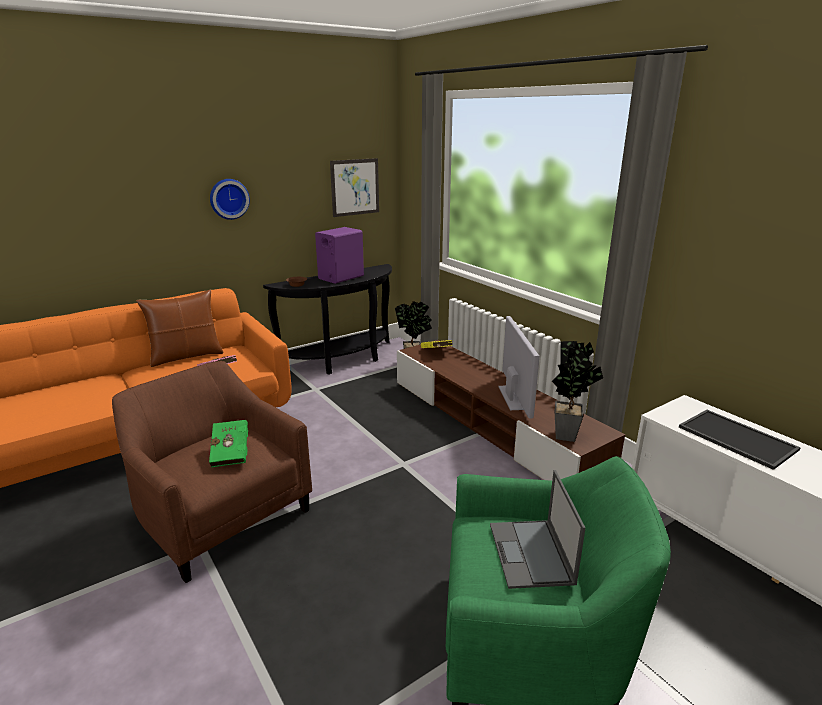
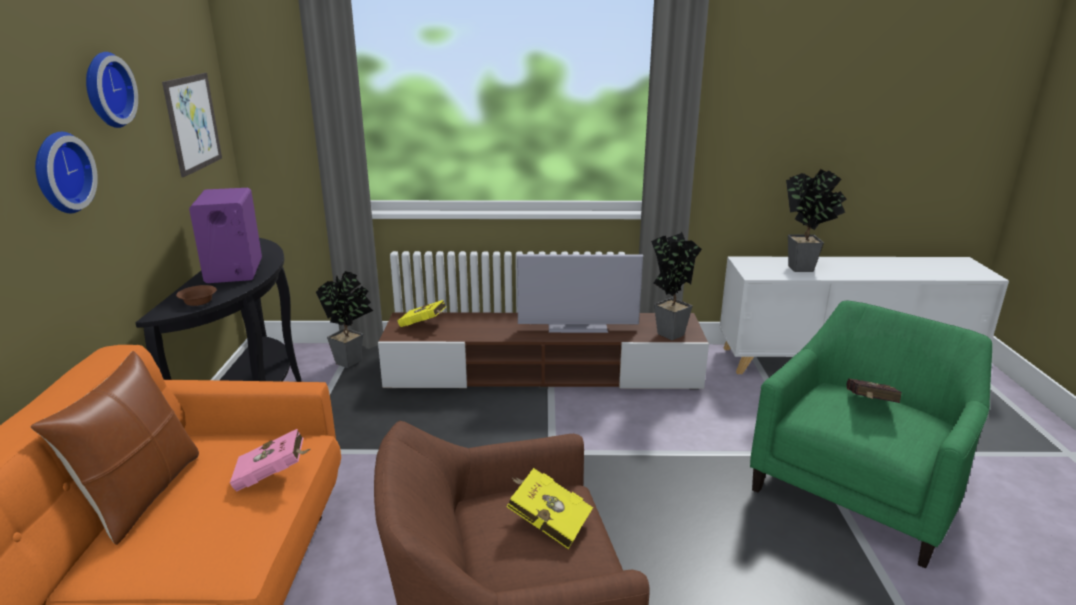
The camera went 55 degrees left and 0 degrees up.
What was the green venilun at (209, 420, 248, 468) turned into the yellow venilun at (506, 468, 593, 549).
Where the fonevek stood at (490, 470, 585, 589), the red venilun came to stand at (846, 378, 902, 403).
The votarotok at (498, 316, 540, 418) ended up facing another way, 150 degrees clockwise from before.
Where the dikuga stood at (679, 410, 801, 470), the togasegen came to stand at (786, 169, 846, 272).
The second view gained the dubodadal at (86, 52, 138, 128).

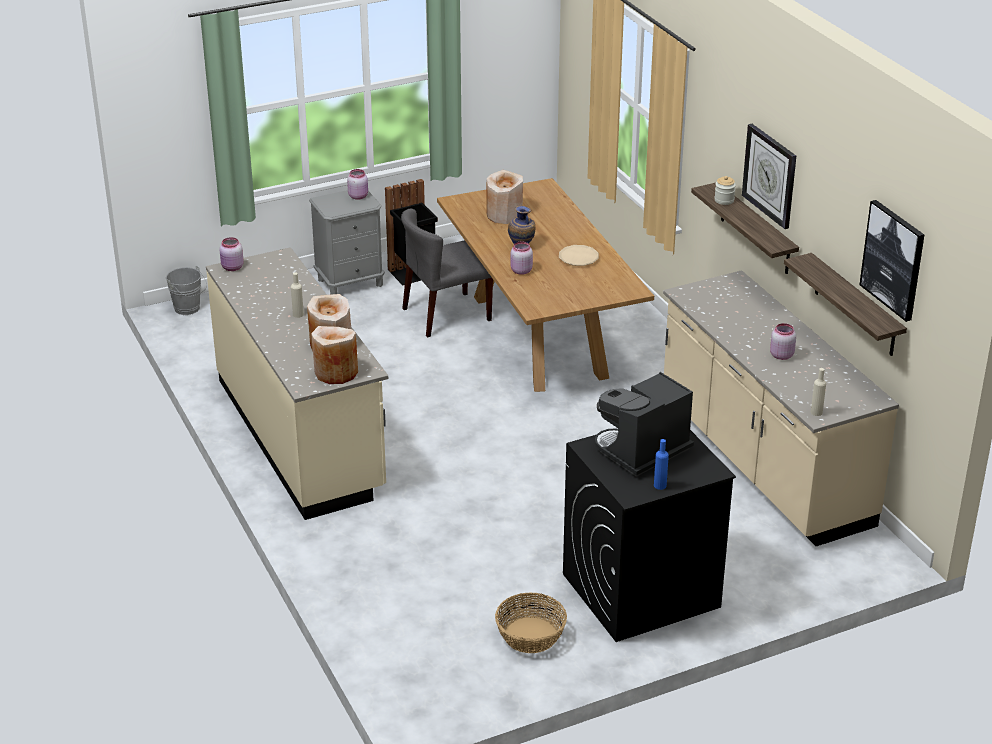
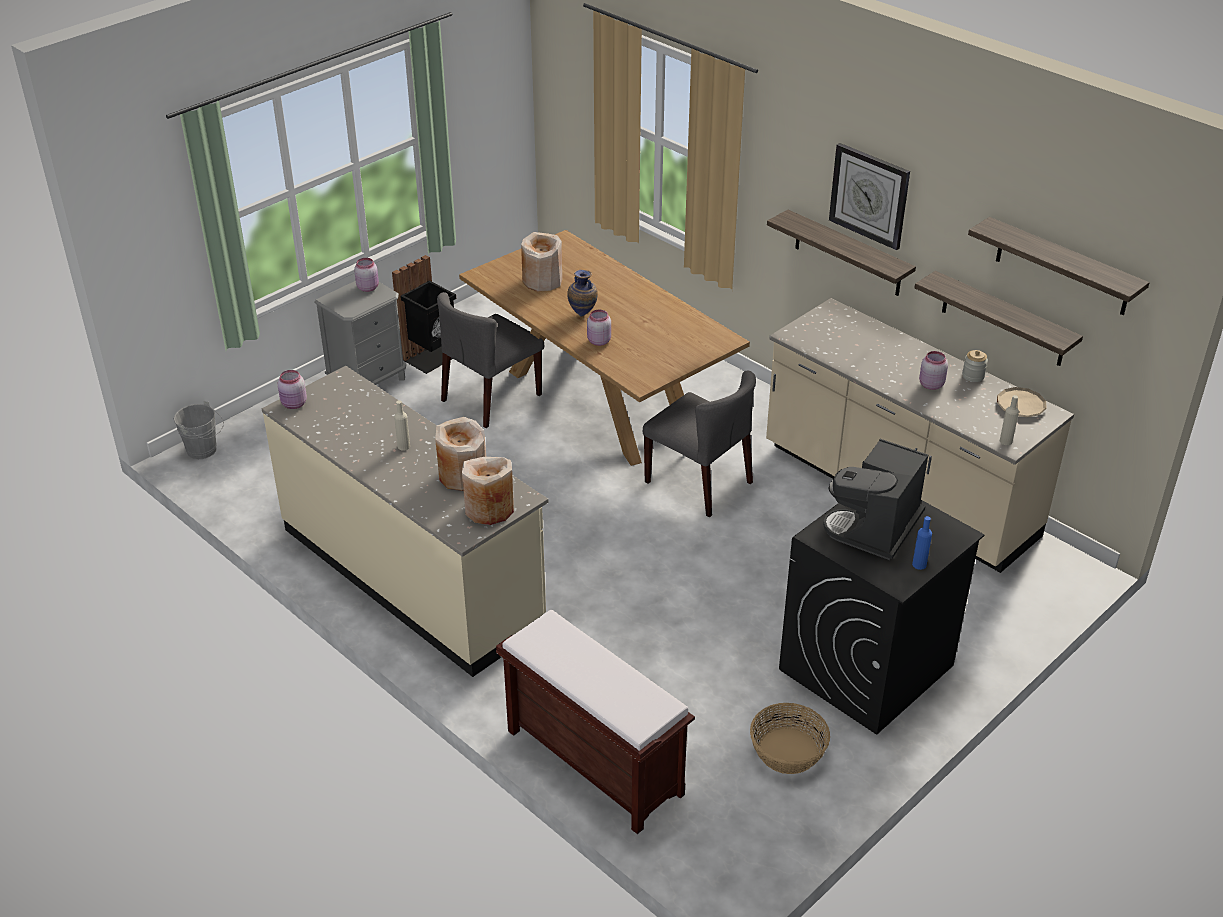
The camera went 20 degrees left and 5 degrees up.
The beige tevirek ended up elsewhere, having gone from (559, 245, 599, 266) to (997, 387, 1046, 417).
The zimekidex ended up elsewhere, having gone from (714, 176, 736, 205) to (962, 350, 988, 382).
Where the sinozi hung at (859, 200, 924, 322), the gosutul came to hang at (968, 217, 1150, 315).
The second view gained the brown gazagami at (496, 610, 695, 834).
The second view gained the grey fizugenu at (643, 371, 756, 518).

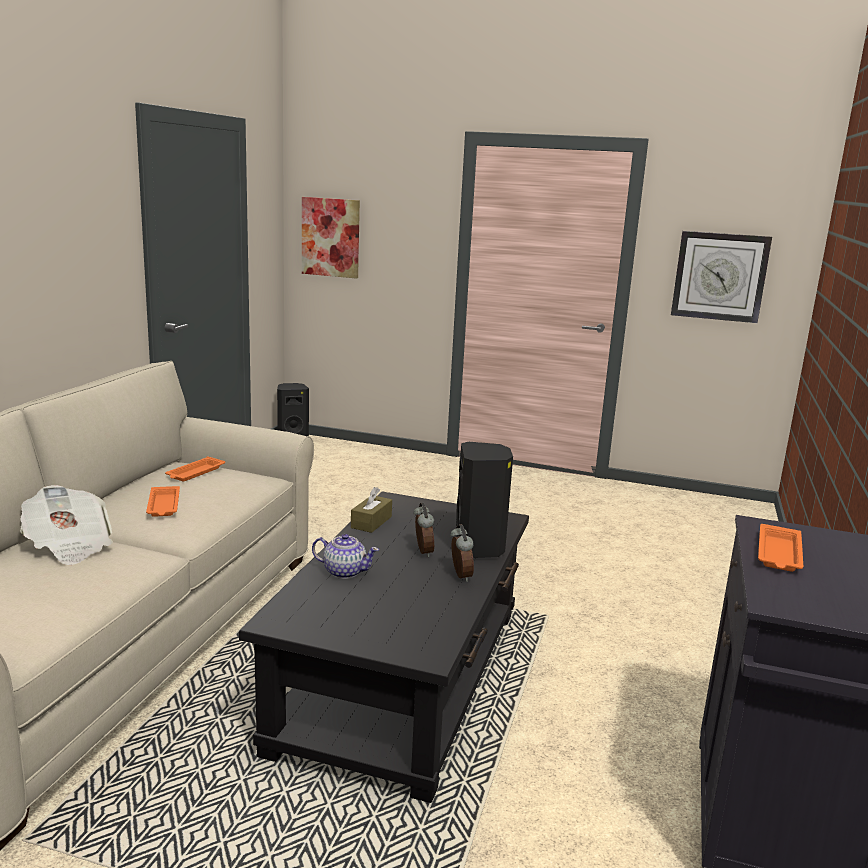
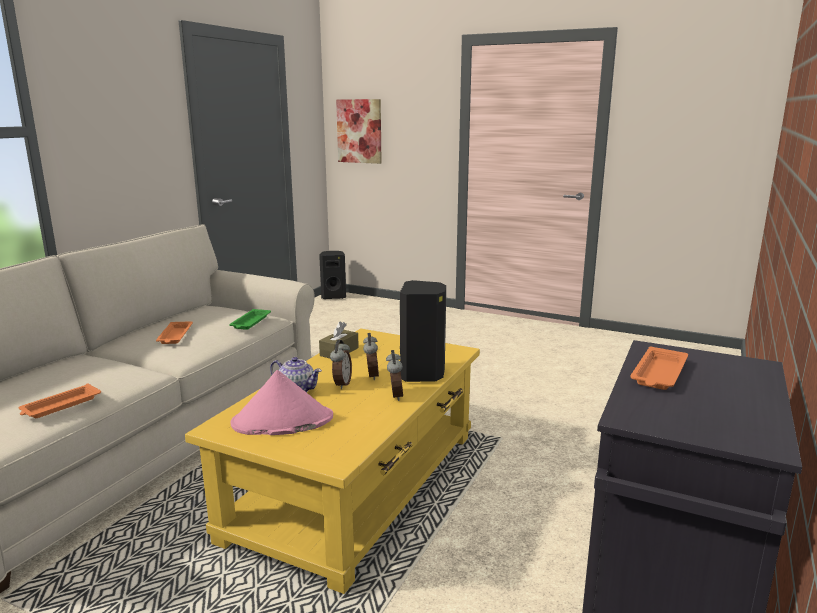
The camera went 10 degrees right and 0 degrees up.
The second view lost the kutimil at (20, 485, 113, 565).
The orange dikuga ended up elsewhere, having gone from (165, 456, 225, 481) to (19, 384, 101, 418).
What was the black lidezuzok at (239, 491, 529, 803) turned into the yellow lidezuzok at (185, 328, 480, 594).
The second view lost the dubodadal at (671, 231, 772, 323).
The second view gained the green dikuga at (229, 309, 271, 330).
The second view gained the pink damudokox at (231, 370, 333, 435).
The second view gained the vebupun at (330, 340, 352, 389).

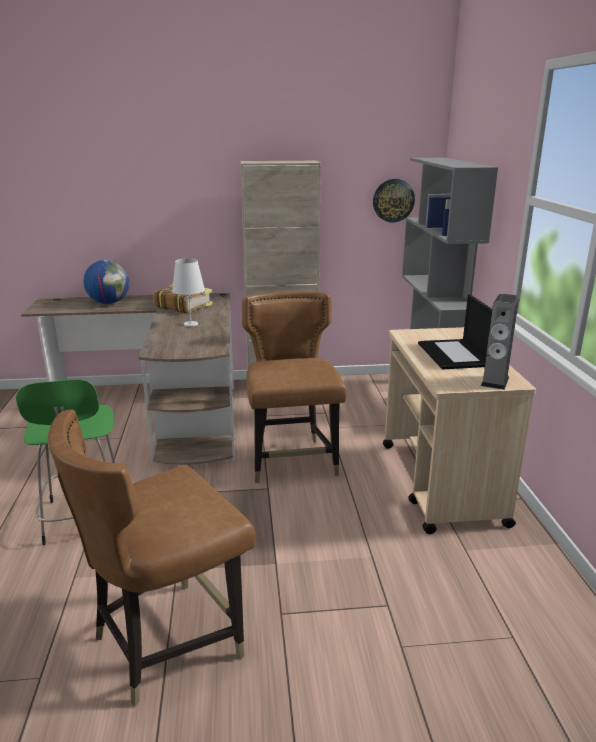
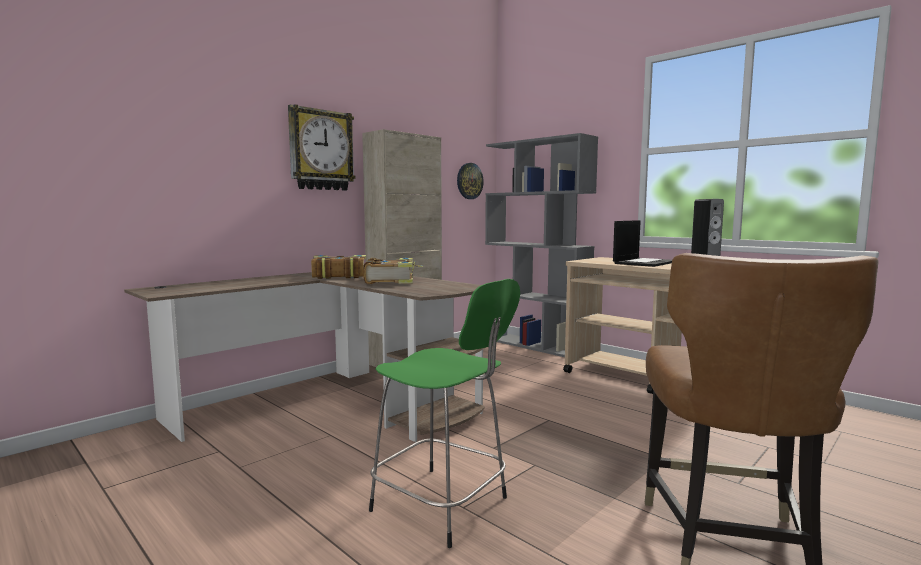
The camera went 40 degrees left and 15 degrees down.
The second view lost the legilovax at (84, 260, 129, 304).
Where the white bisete stood at (172, 258, 205, 327), the venilun came to stand at (363, 258, 423, 284).
The second view lost the brown fizugenu at (242, 291, 346, 483).
The fonevek at (418, 294, 492, 370) ended up facing another way, 90 degrees counterclockwise from before.
The second view gained the dubodadal at (288, 104, 356, 191).

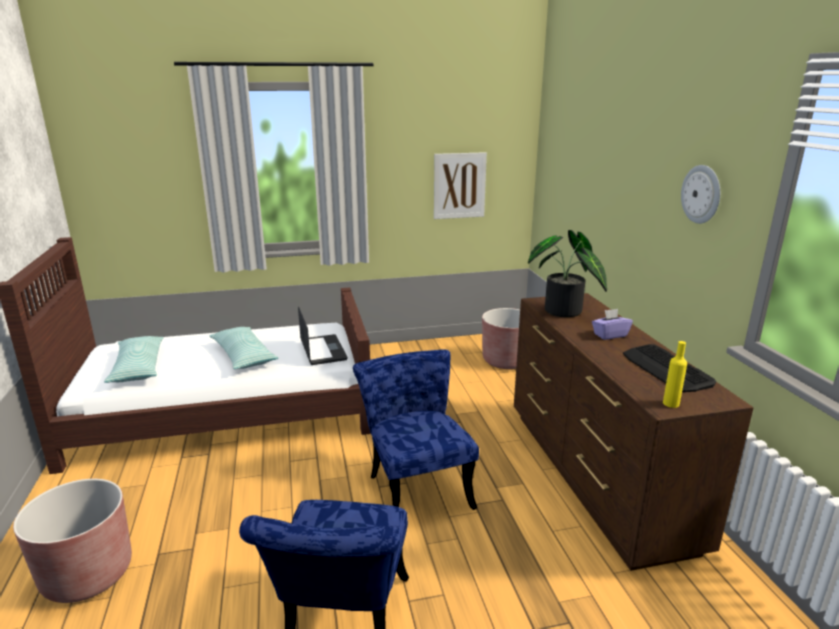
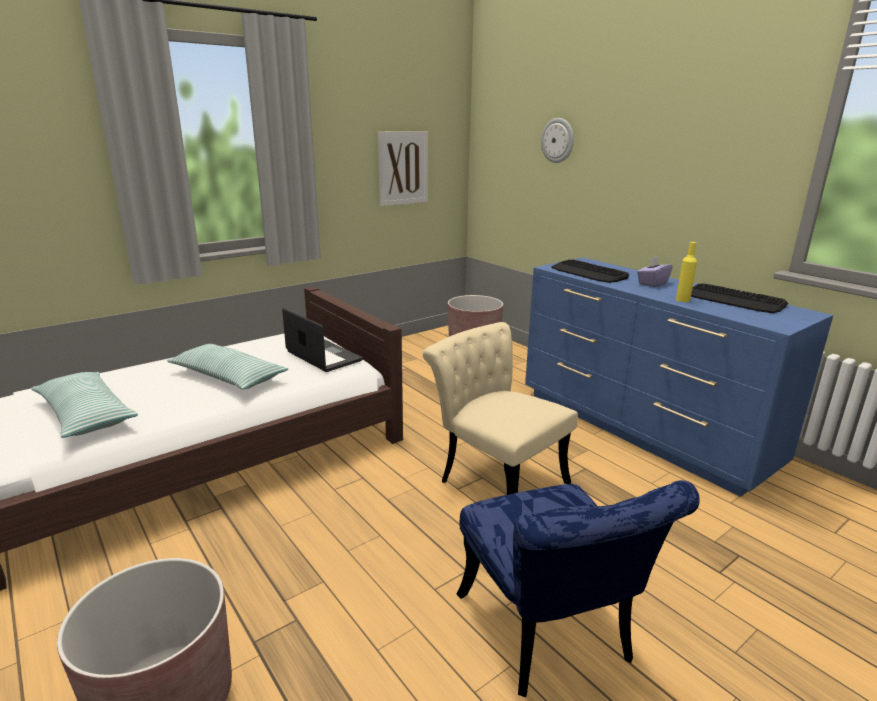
The camera went 25 degrees left and 0 degrees up.
What was the blue fizugenu at (353, 349, 479, 510) turned into the beige fizugenu at (423, 322, 578, 495).
What was the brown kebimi at (514, 293, 754, 571) turned into the blue kebimi at (525, 258, 833, 497).
Where the togasegen stood at (528, 230, 607, 317), the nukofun came to stand at (551, 260, 629, 283).
The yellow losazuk ended up elsewhere, having gone from (663, 341, 687, 408) to (676, 242, 697, 302).
The dubodadal ended up elsewhere, having gone from (681, 165, 720, 224) to (541, 118, 574, 163).

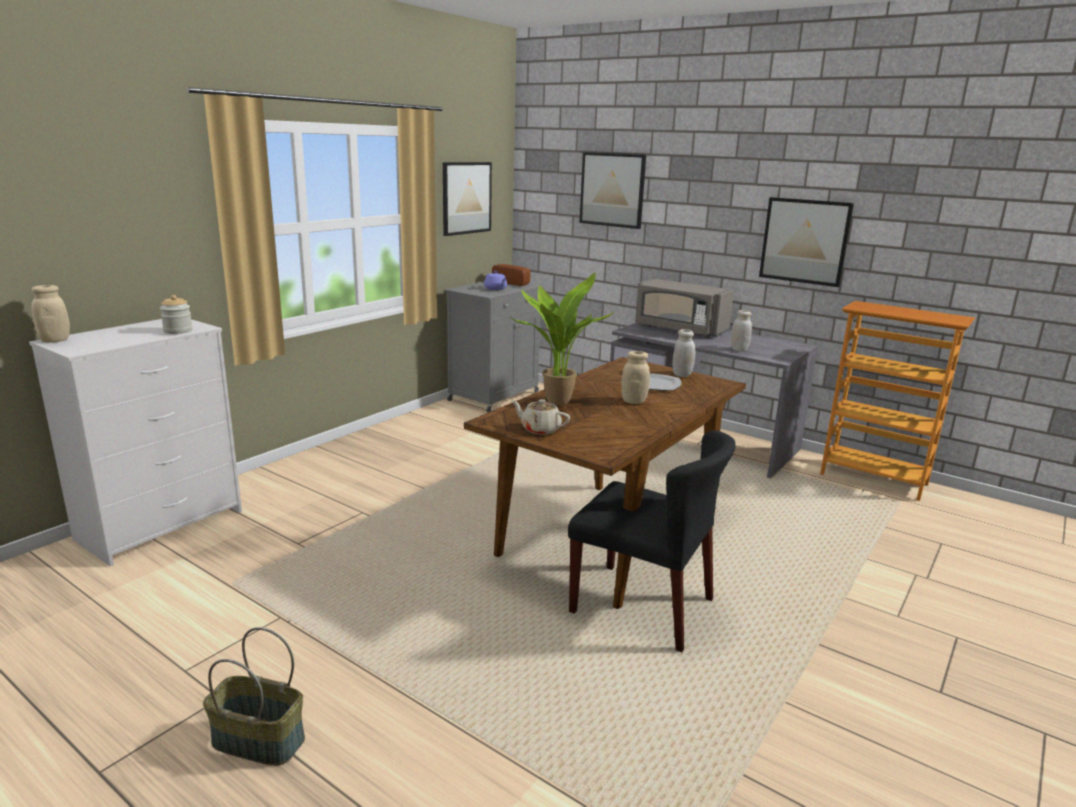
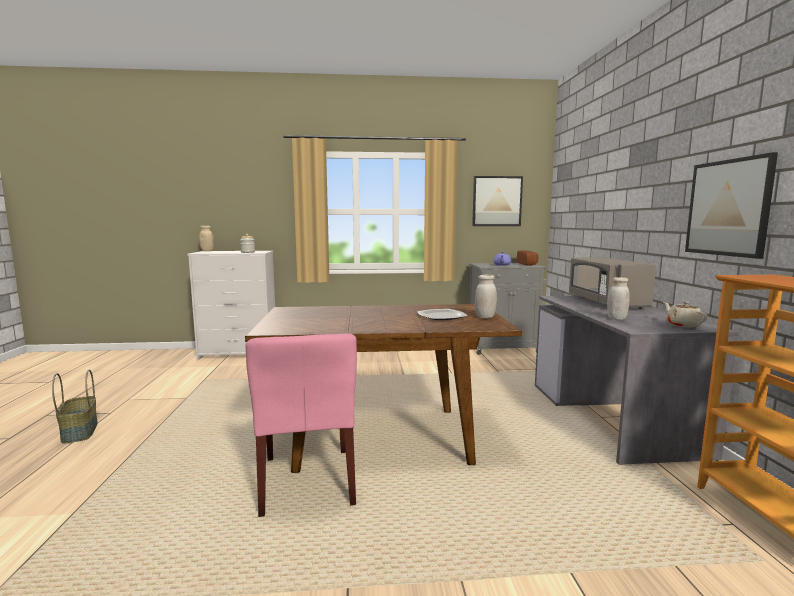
The camera went 50 degrees right and 10 degrees down.
The second view lost the togasegen at (512, 273, 614, 405).
The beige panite ended up elsewhere, having gone from (512, 399, 570, 435) to (663, 301, 708, 328).
What was the black fizugenu at (568, 430, 736, 652) turned into the pink fizugenu at (245, 333, 357, 517).
The second view lost the sinozi at (579, 152, 646, 229).
The second view lost the beige zimekidex at (621, 351, 650, 404).

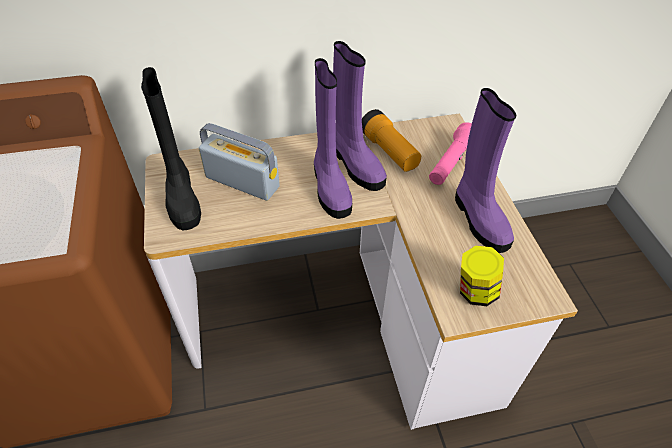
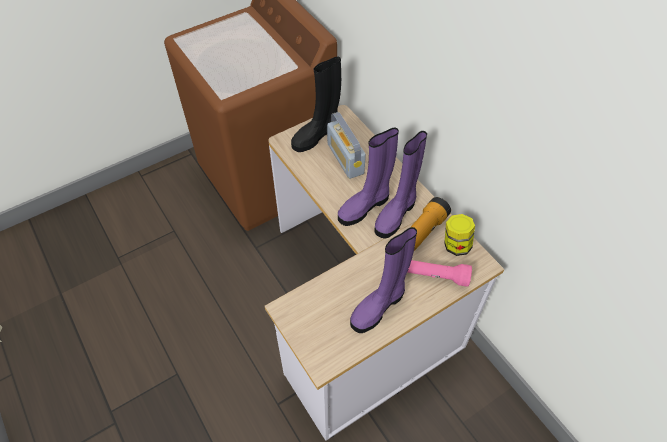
The camera went 70 degrees right and 5 degrees up.
The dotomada at (199, 123, 280, 201) ended up facing another way, 150 degrees clockwise from before.
The zimekidex ended up elsewhere, having gone from (460, 246, 504, 306) to (444, 214, 475, 256).

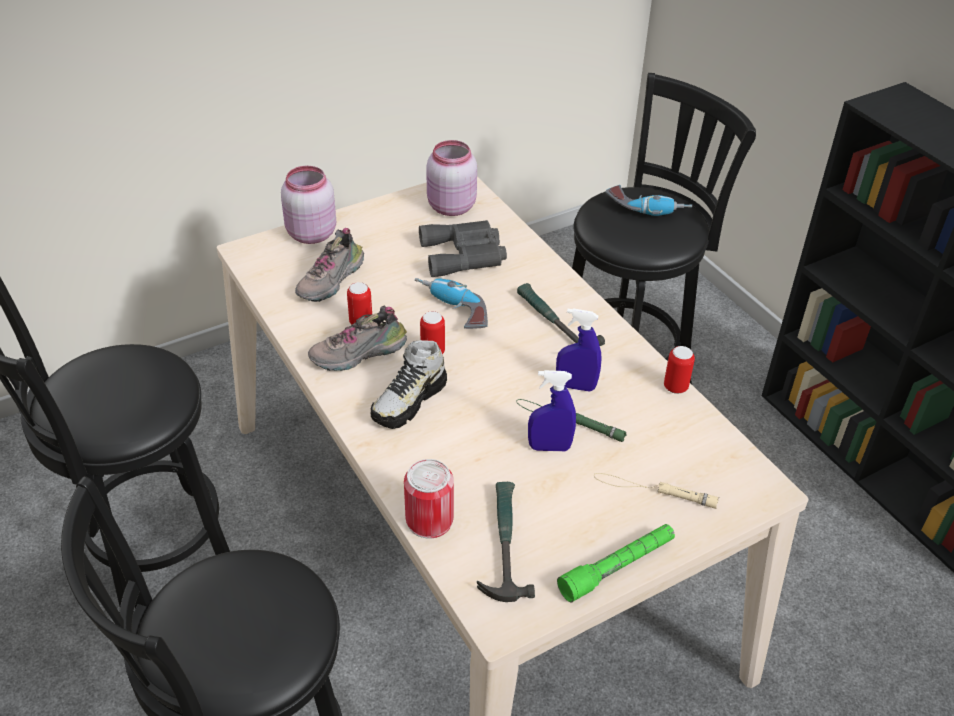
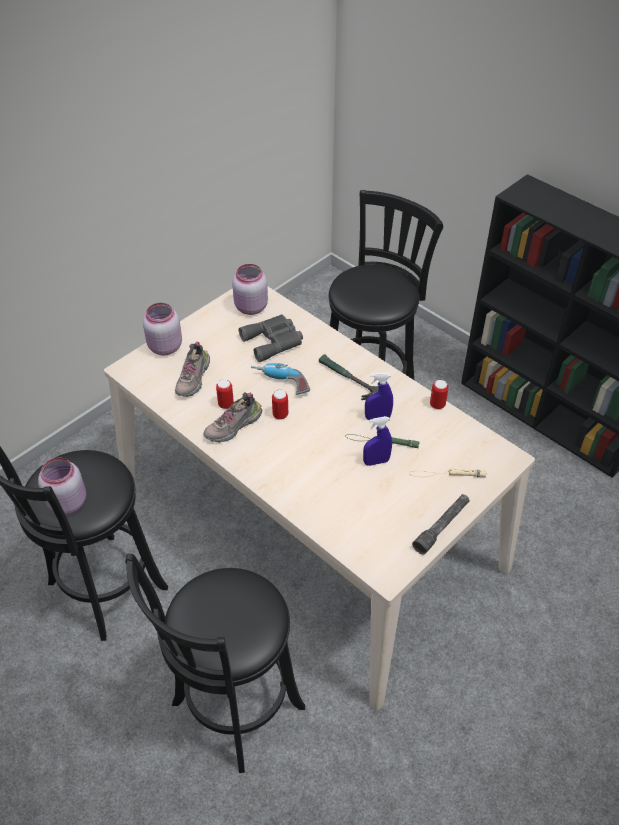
The camera went 15 degrees left and 5 degrees up.
The second view lost the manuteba at (371, 340, 447, 429).
The second view lost the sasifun at (404, 459, 454, 538).
The second view lost the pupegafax at (477, 482, 535, 602).
What was the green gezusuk at (557, 524, 675, 602) turned into the grey gezusuk at (412, 494, 470, 555).
The second view lost the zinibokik at (605, 185, 692, 216).
The second view gained the pink zimekidex at (38, 458, 86, 515).

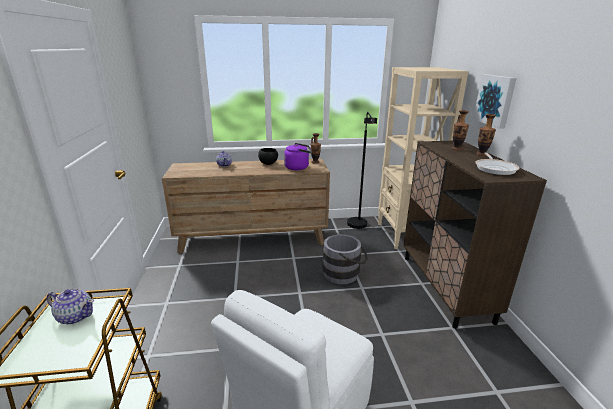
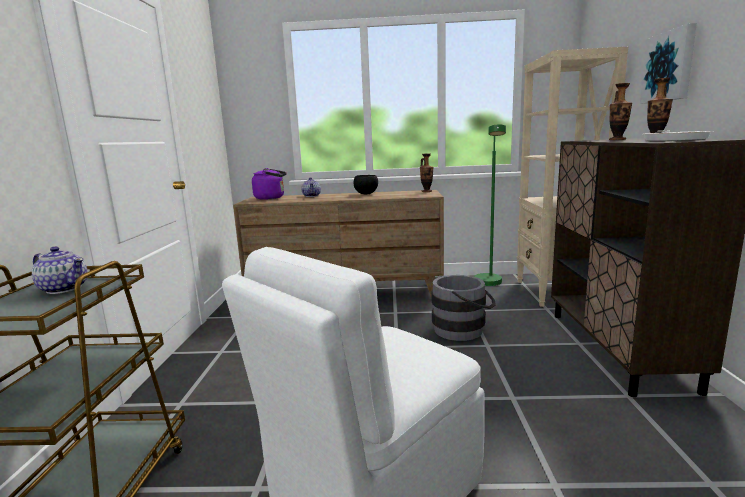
The camera went 10 degrees right and 10 degrees down.
The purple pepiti ended up elsewhere, having gone from (284, 143, 312, 170) to (252, 168, 287, 200).
What was the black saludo at (347, 112, 377, 229) turned into the green saludo at (474, 124, 506, 286).

